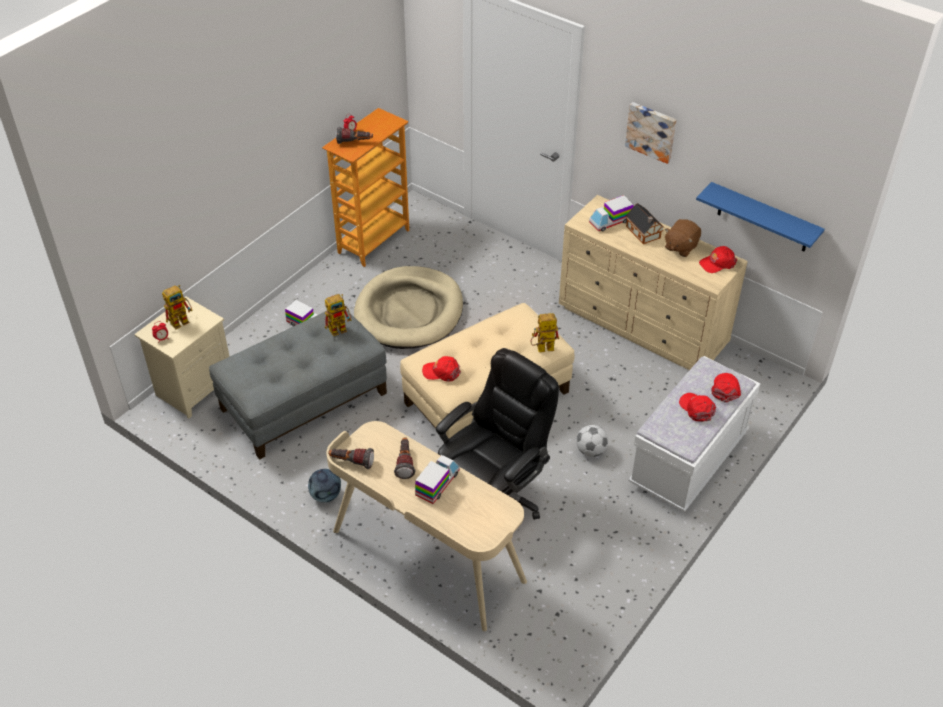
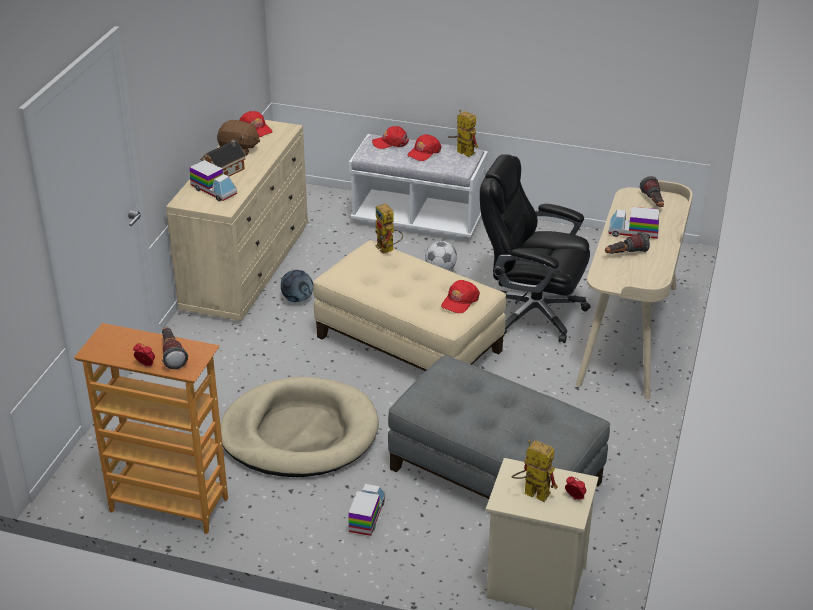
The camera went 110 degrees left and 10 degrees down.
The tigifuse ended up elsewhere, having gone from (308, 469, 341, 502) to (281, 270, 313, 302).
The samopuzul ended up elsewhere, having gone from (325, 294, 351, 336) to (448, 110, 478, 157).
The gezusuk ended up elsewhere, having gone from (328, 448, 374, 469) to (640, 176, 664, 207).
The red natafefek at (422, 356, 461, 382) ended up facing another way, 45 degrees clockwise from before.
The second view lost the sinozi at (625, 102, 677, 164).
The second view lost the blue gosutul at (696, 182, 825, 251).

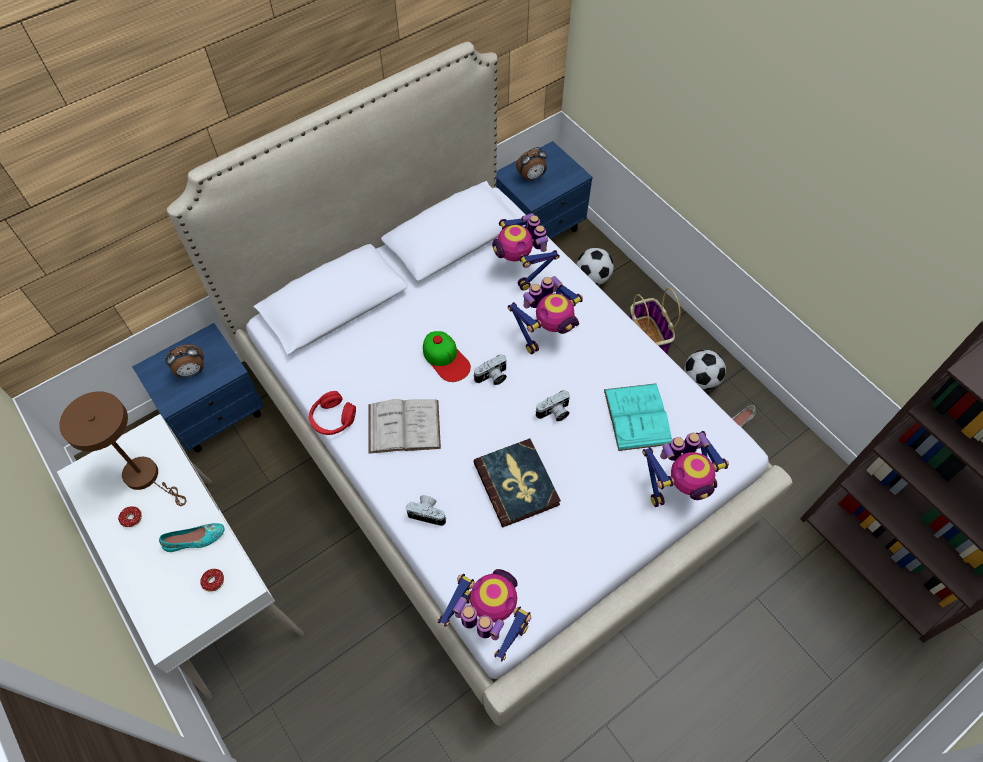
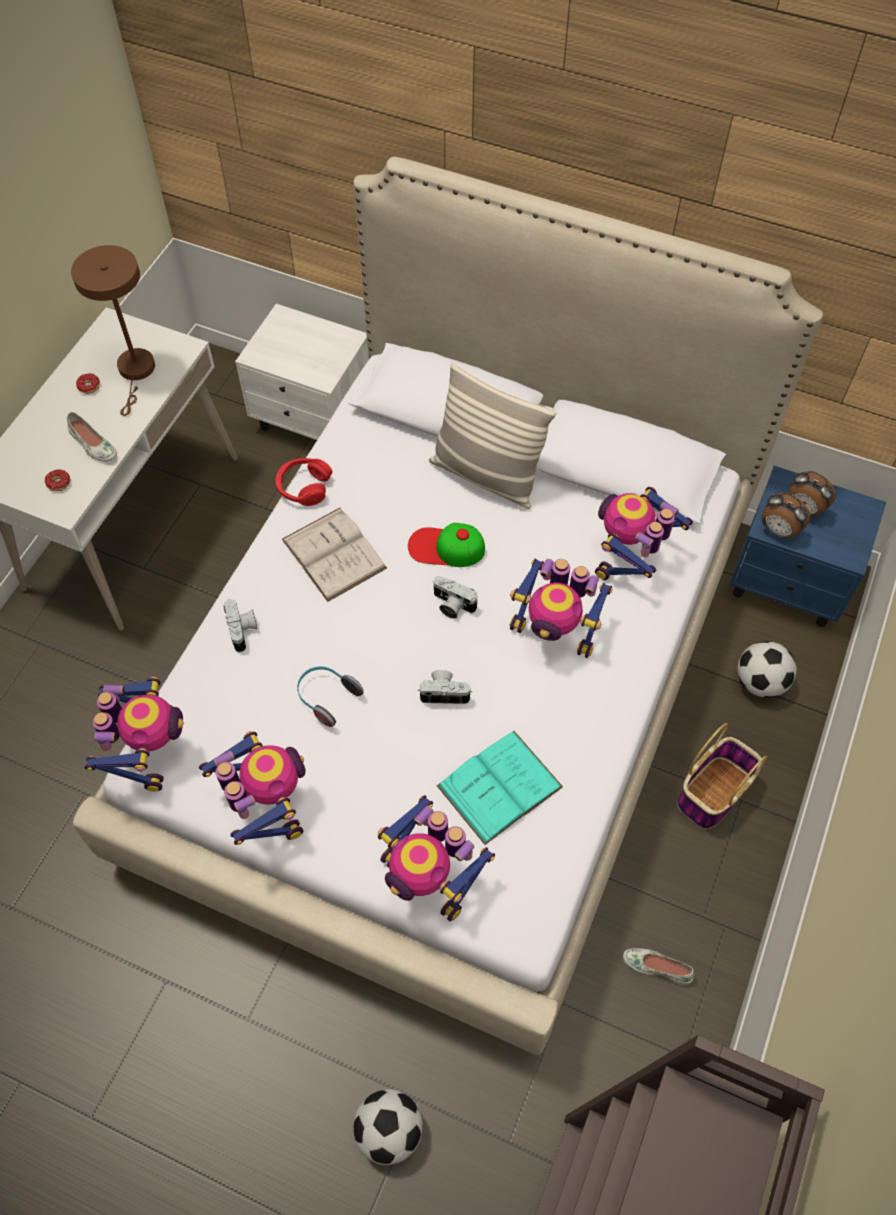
The camera went 60 degrees right and 0 degrees up.
What was the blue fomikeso at (132, 323, 264, 453) turned into the white fomikeso at (235, 304, 369, 440).
What was the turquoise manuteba at (159, 523, 224, 552) turned into the white manuteba at (67, 412, 117, 462).
The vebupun ended up elsewhere, having gone from (165, 345, 204, 378) to (762, 493, 811, 539).
The natafefek at (423, 331, 471, 382) ended up facing another way, 75 degrees clockwise from before.
Where the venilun stood at (473, 439, 561, 527), the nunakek came to stand at (297, 666, 364, 727).
The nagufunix at (536, 390, 570, 421) ended up facing another way, 150 degrees clockwise from before.
The tigifuse ended up elsewhere, having gone from (684, 350, 726, 390) to (353, 1089, 423, 1165).
The second view gained the samopuzul at (199, 731, 306, 845).
The second view gained the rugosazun at (429, 363, 556, 509).

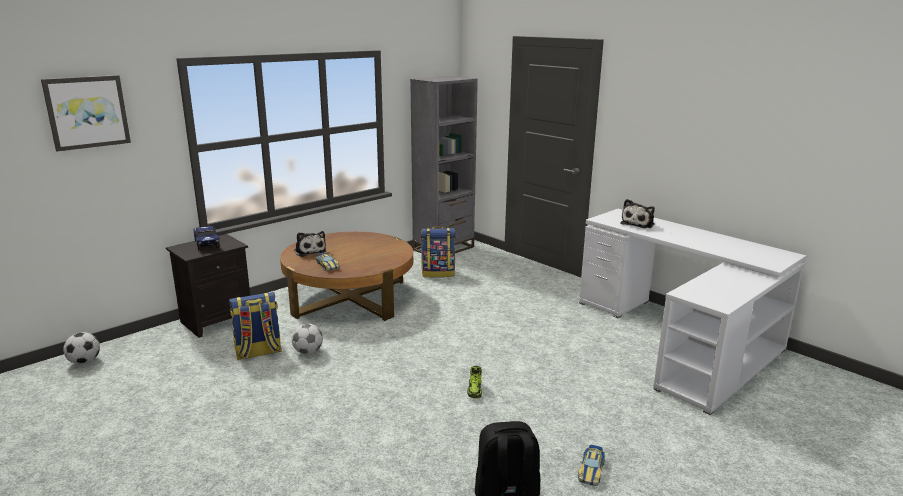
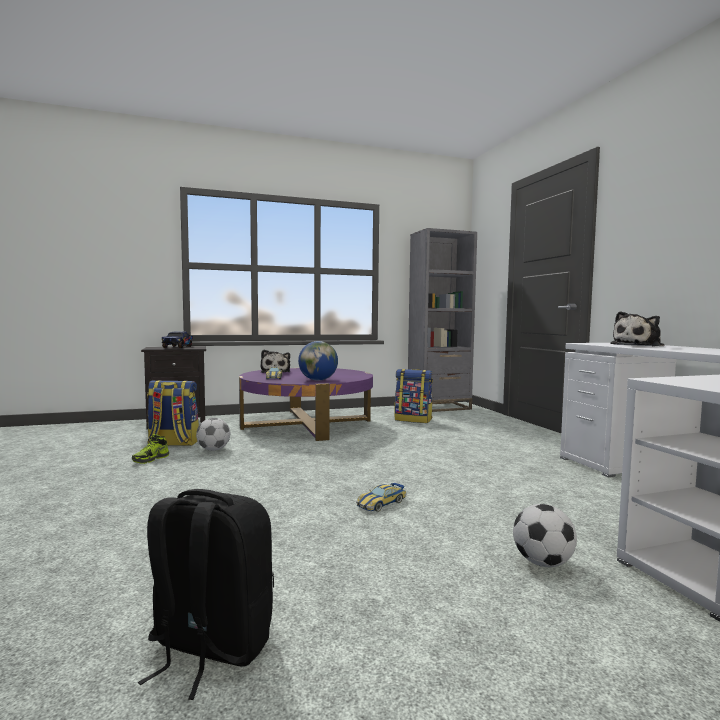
The camera went 25 degrees right and 15 degrees down.
The second view lost the sinozi at (41, 75, 131, 151).
The tigifuse ended up elsewhere, having gone from (63, 332, 100, 364) to (513, 504, 577, 567).
What was the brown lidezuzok at (280, 232, 413, 321) turned into the purple lidezuzok at (239, 368, 373, 441).
The manuteba ended up elsewhere, having gone from (467, 366, 482, 398) to (132, 434, 169, 464).
The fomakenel ended up elsewhere, having gone from (578, 445, 605, 486) to (356, 483, 407, 512).
The second view gained the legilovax at (298, 341, 338, 381).

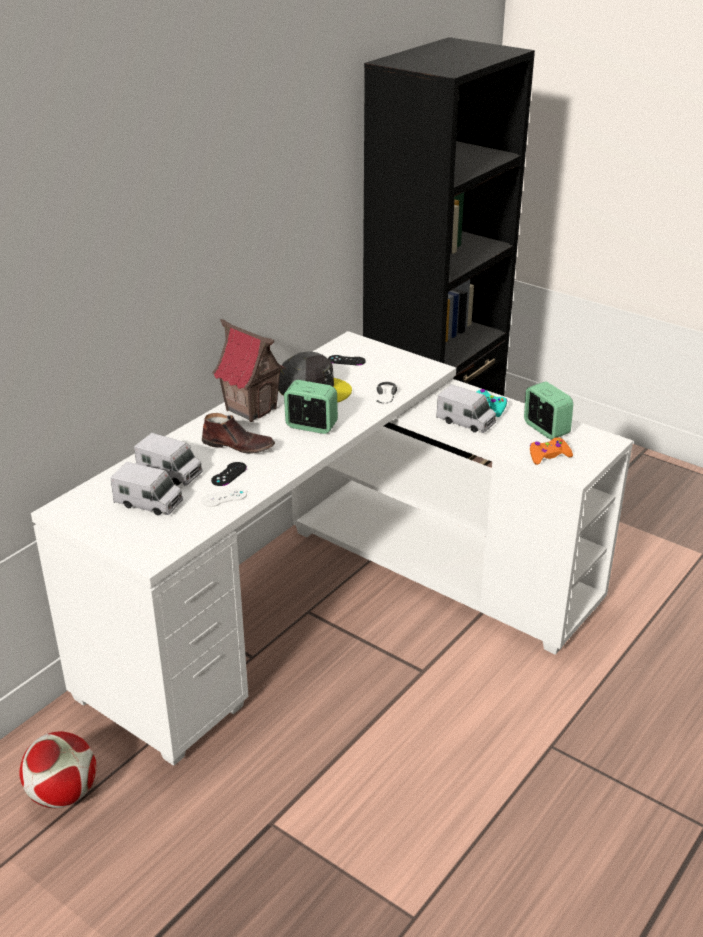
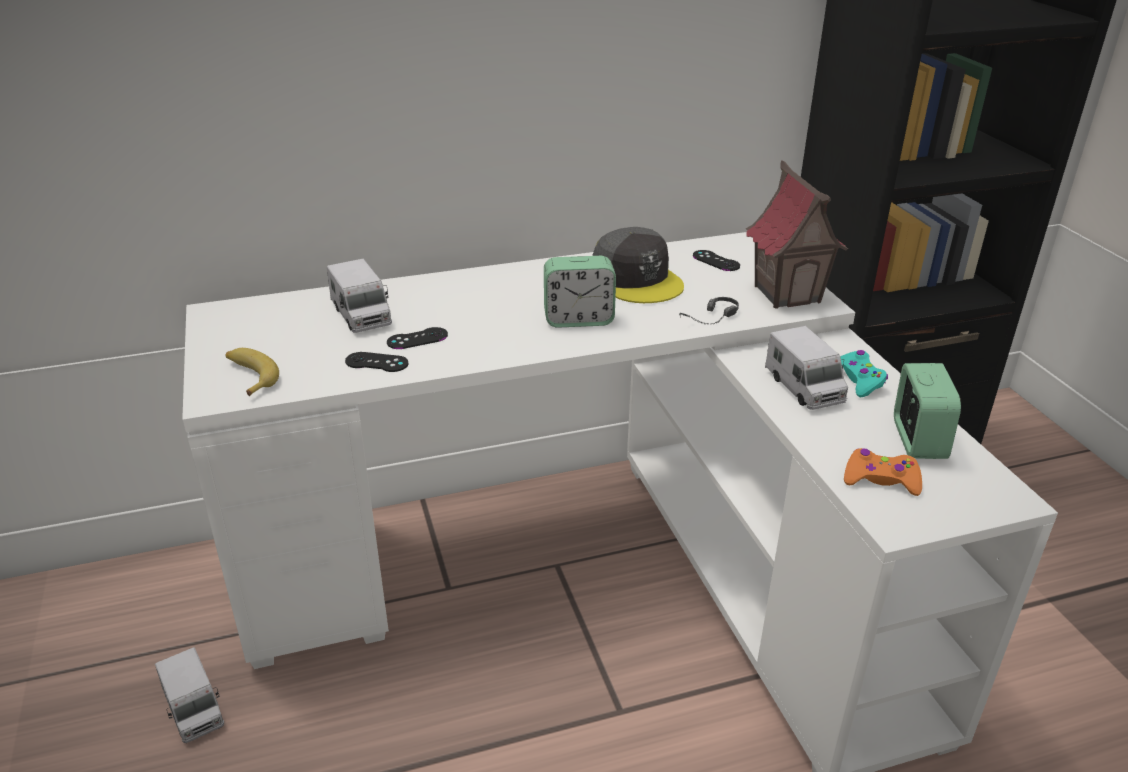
The camera went 35 degrees right and 0 degrees up.
The second view lost the tigifuse at (19, 731, 96, 808).
The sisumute ended up elsewhere, having gone from (111, 462, 183, 515) to (155, 647, 224, 743).
What was the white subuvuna at (201, 488, 247, 507) turned into the black subuvuna at (345, 352, 408, 372).
The second view lost the brown manuteba at (202, 413, 275, 454).
The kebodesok ended up elsewhere, having gone from (212, 319, 286, 422) to (746, 160, 848, 309).
The vebupun at (284, 380, 338, 434) ended up facing another way, 120 degrees clockwise from before.
The second view gained the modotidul at (225, 348, 279, 396).

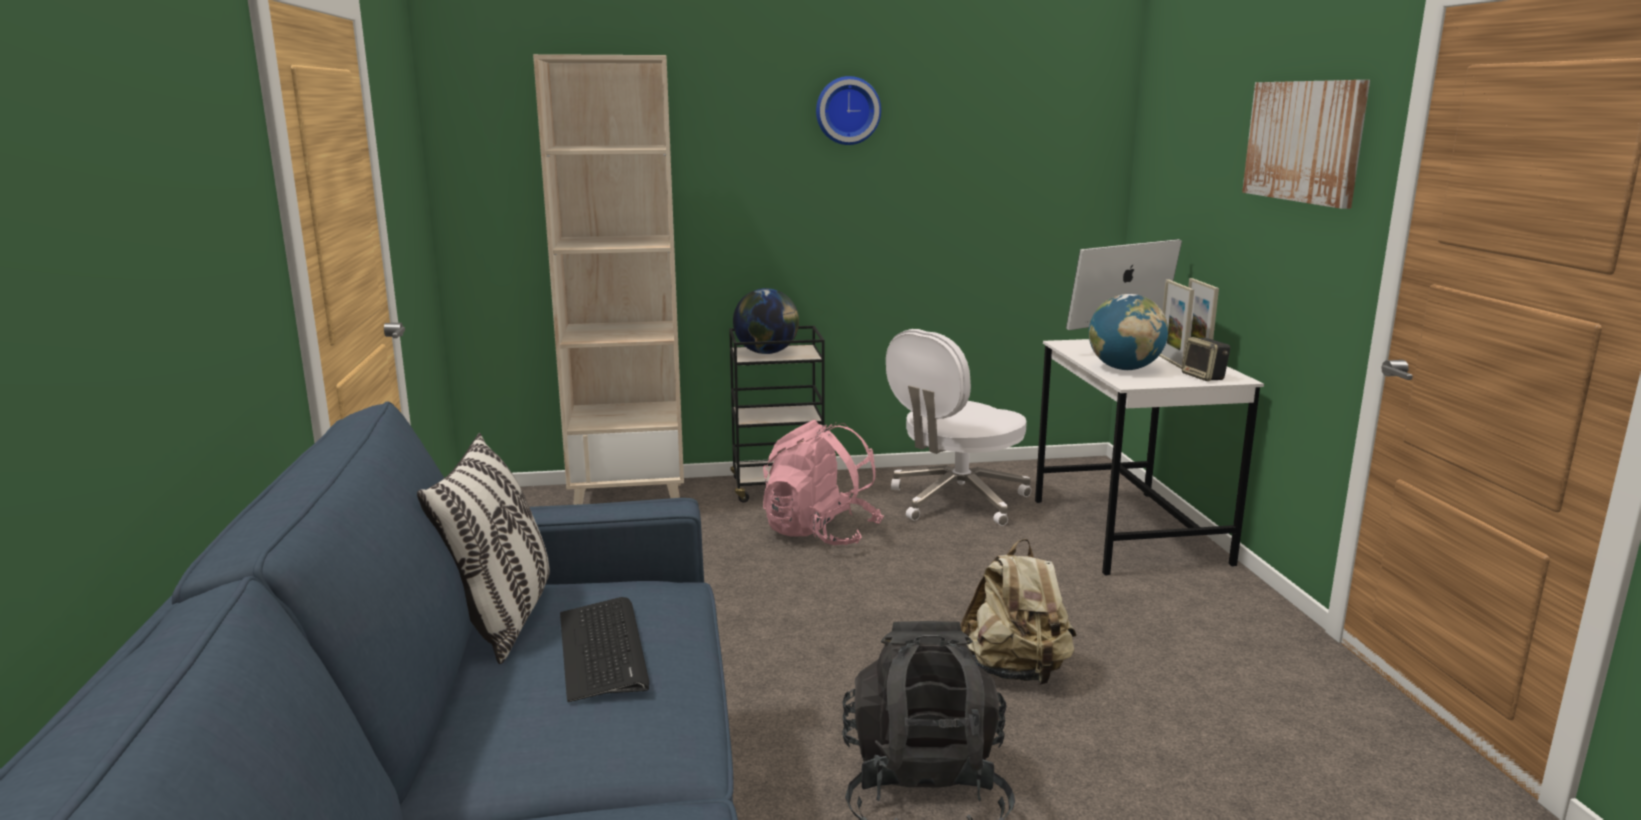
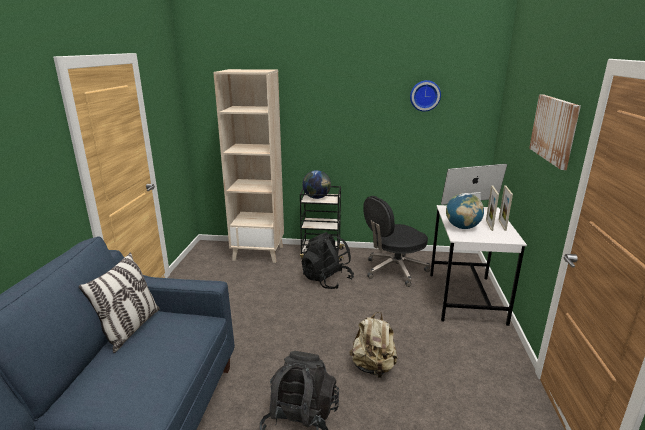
The camera went 15 degrees right and 5 degrees up.
The second view lost the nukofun at (560, 597, 649, 702).
What was the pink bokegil at (763, 420, 884, 545) turned into the black bokegil at (302, 232, 354, 289).
The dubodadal ended up elsewhere, having gone from (816, 76, 881, 145) to (410, 80, 441, 112).
What was the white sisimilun at (886, 329, 1031, 526) turned into the black sisimilun at (363, 196, 430, 287).
The second view lost the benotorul at (1182, 337, 1230, 381).

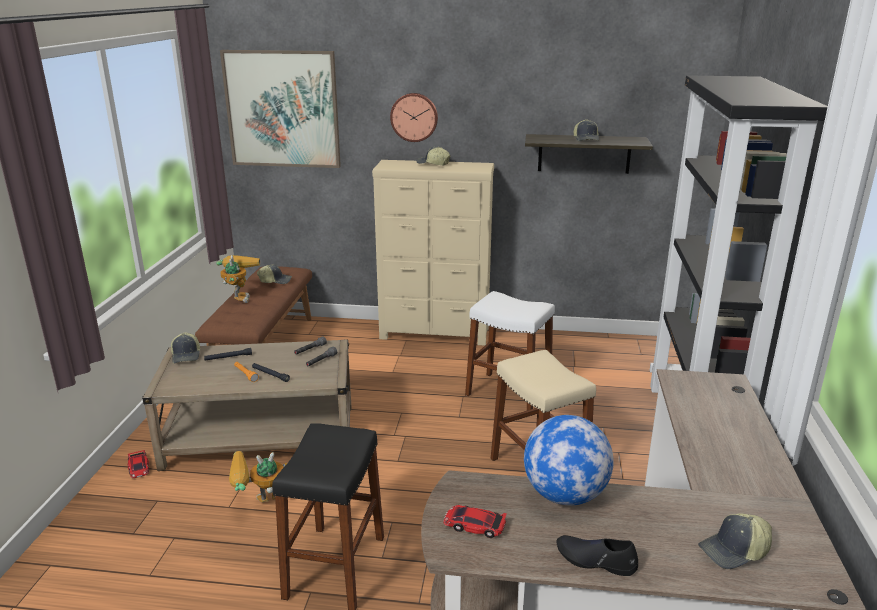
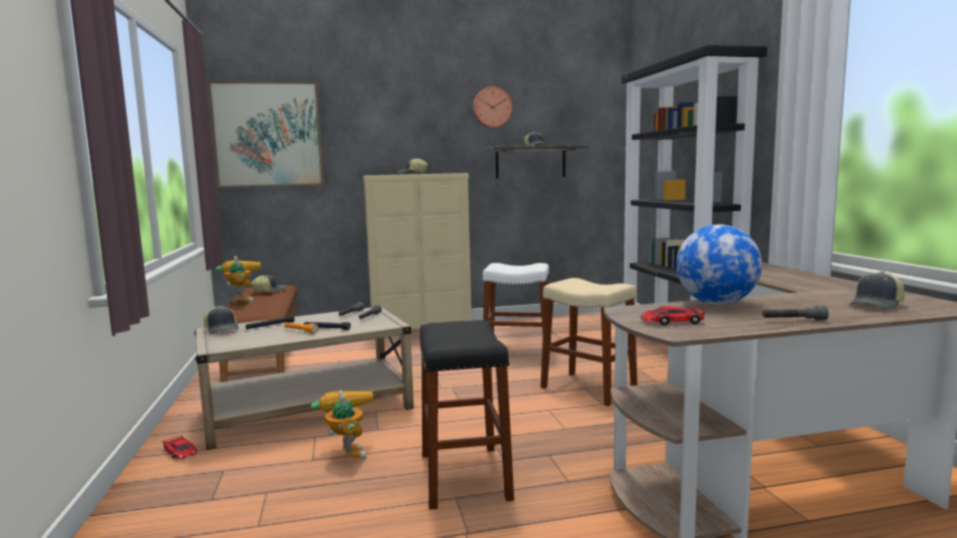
The camera went 20 degrees left and 15 degrees down.
The samopuzul at (229, 451, 287, 503) ended up facing another way, 105 degrees clockwise from before.
The dubodadal ended up elsewhere, having gone from (390, 93, 438, 142) to (473, 87, 513, 128).
Where the black manuteba stood at (557, 535, 638, 576), the grey gezusuk came to stand at (762, 305, 829, 321).

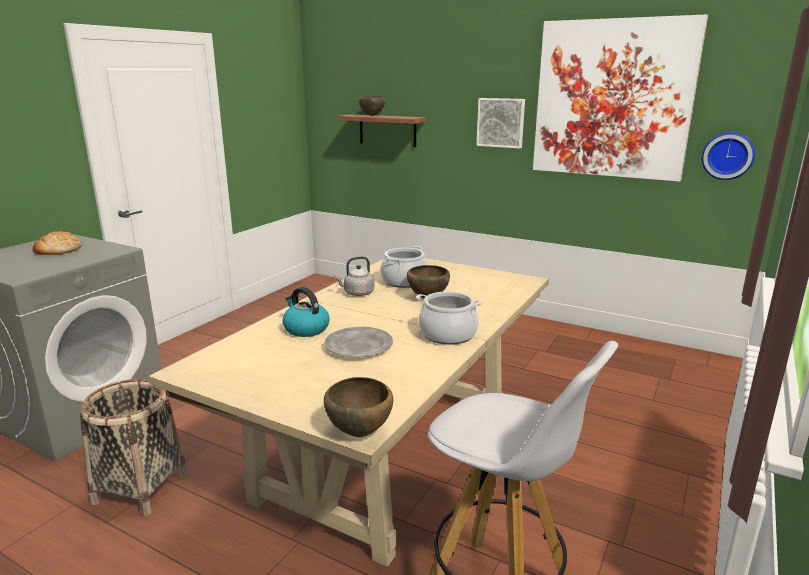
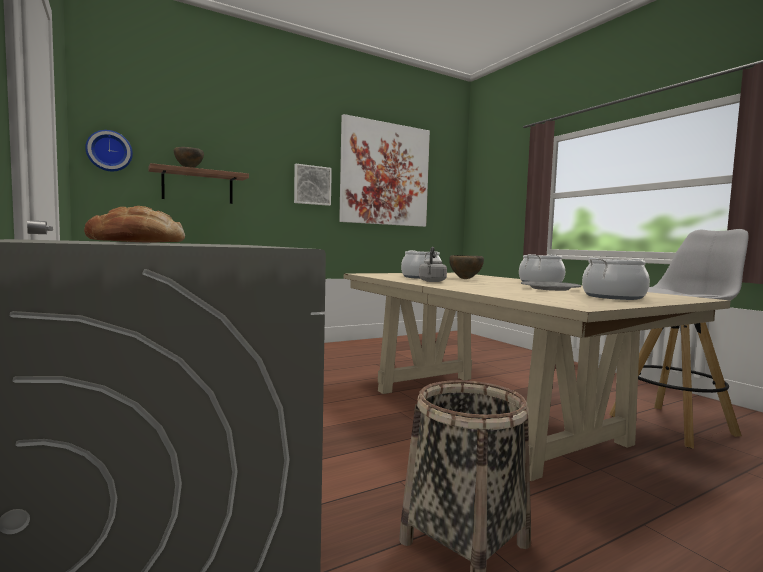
The camera went 60 degrees left and 15 degrees down.
The second view lost the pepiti at (283, 287, 330, 337).
The second view lost the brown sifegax at (324, 377, 393, 437).
The dubodadal ended up elsewhere, having gone from (701, 132, 755, 180) to (85, 130, 133, 171).
The second view gained the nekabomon at (582, 258, 650, 300).

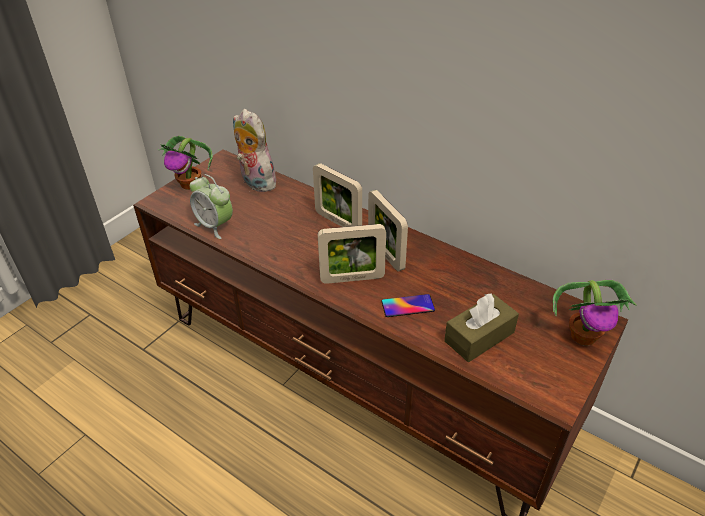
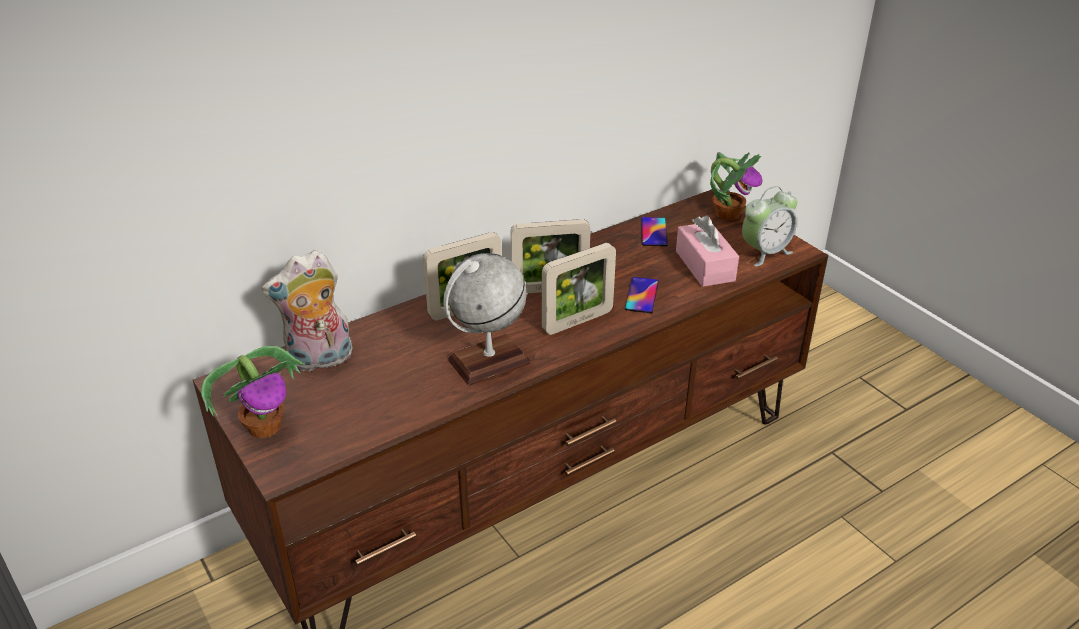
The camera went 70 degrees left and 5 degrees down.
The vebupun ended up elsewhere, having gone from (190, 174, 233, 239) to (742, 186, 797, 266).
The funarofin at (318, 224, 386, 284) ended up facing another way, 45 degrees clockwise from before.
What was the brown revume at (444, 293, 519, 362) turned into the pink revume at (676, 215, 739, 287).
The second view gained the legilovax at (443, 253, 531, 386).
The second view gained the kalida at (641, 217, 668, 246).

